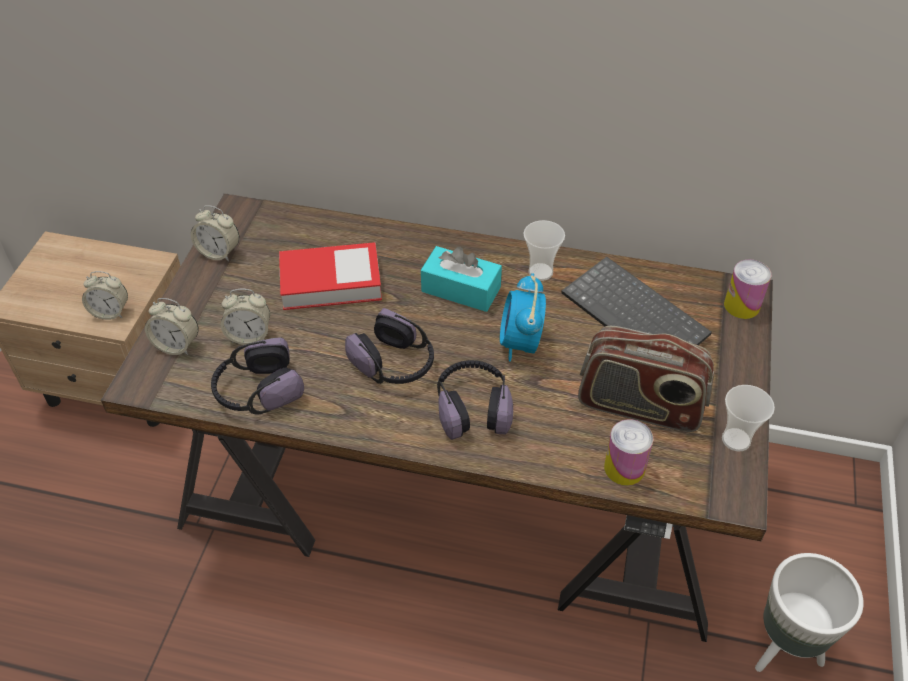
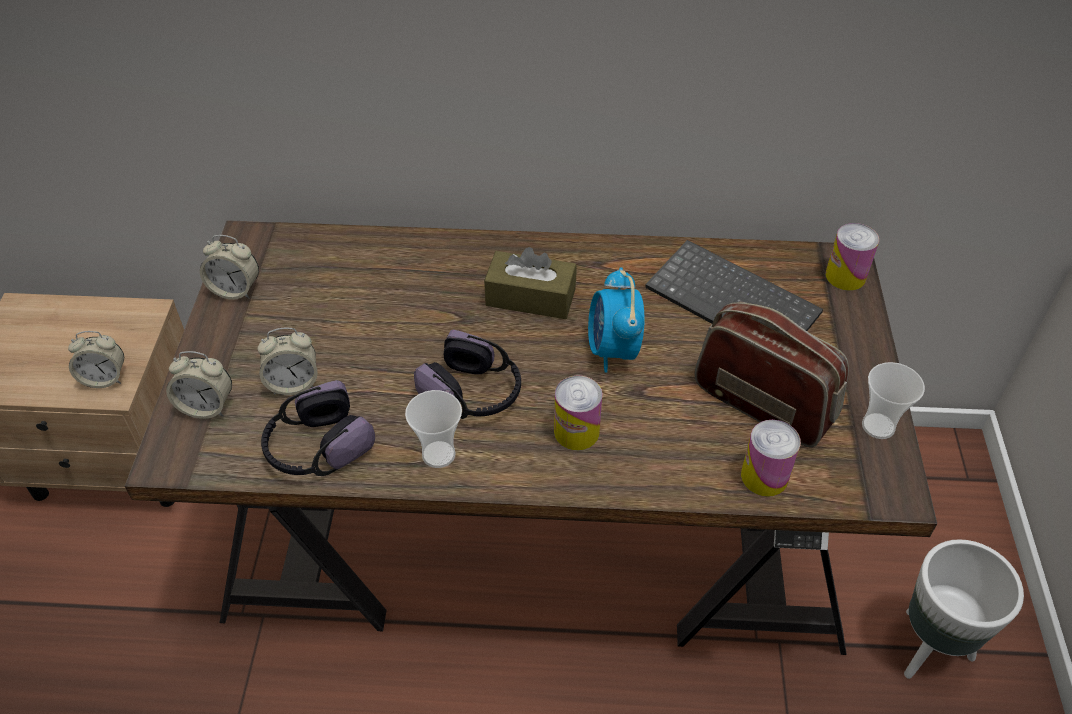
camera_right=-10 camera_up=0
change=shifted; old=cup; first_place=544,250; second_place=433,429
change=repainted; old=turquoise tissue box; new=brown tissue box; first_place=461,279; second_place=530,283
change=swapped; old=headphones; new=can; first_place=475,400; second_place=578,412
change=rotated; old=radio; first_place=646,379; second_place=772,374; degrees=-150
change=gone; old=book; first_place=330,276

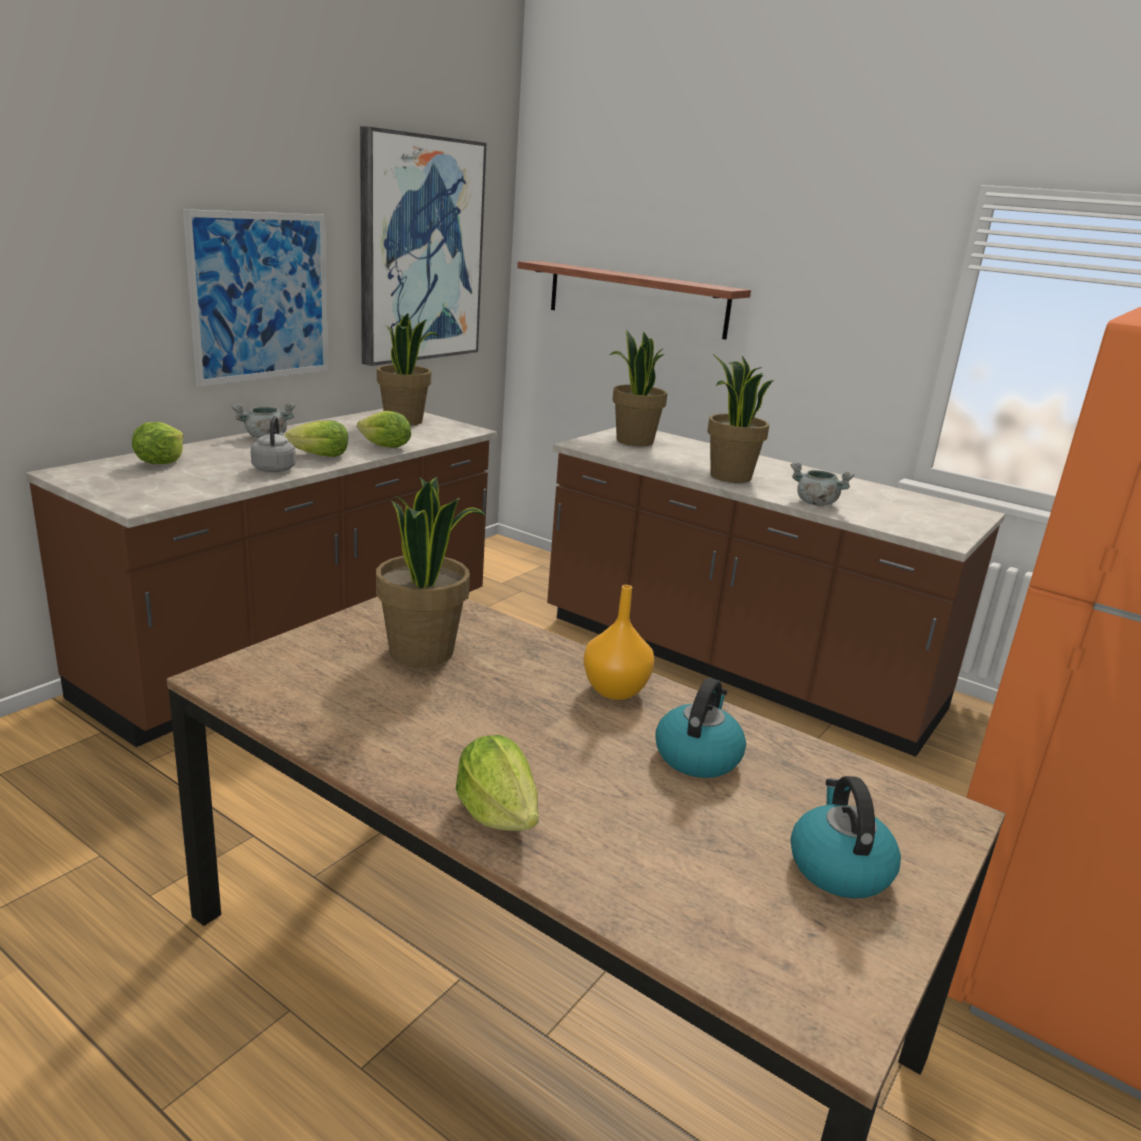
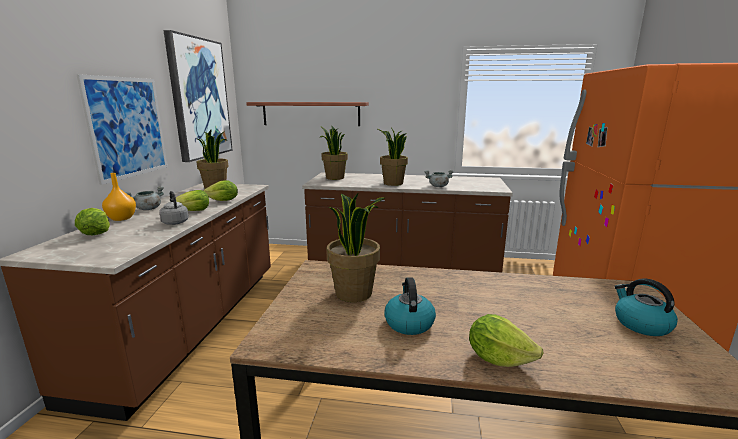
camera_right=-25 camera_up=-5
change=shifted; old=orange vase; first_place=618,642; second_place=119,197
change=shifted; old=kettle; first_place=700,728; second_place=410,306

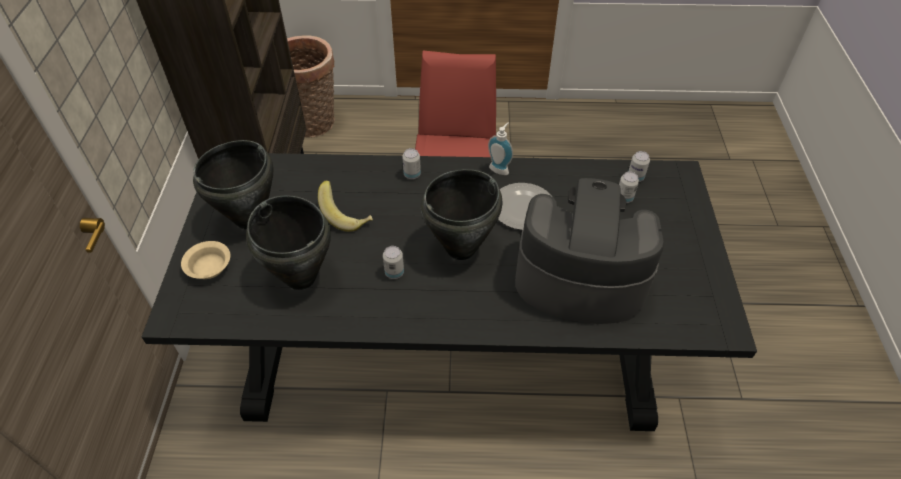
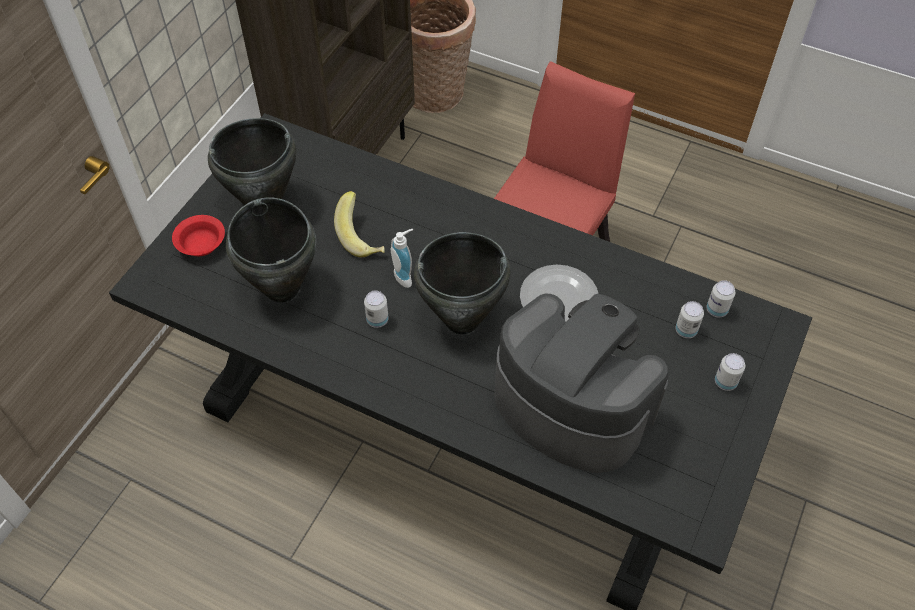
camera_right=25 camera_up=5
change=repainted; old=beige bowl; new=red bowl; first_place=205,260; second_place=198,235
change=shifted; old=soap dispenser; first_place=500,149; second_place=402,258
change=shifted; old=can; first_place=411,163; second_place=730,372

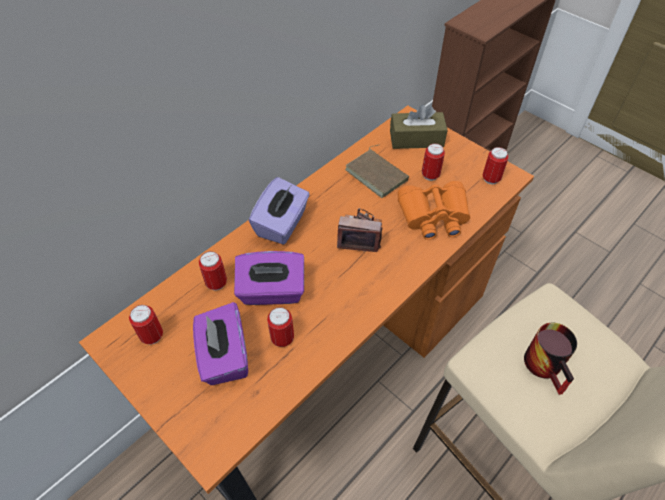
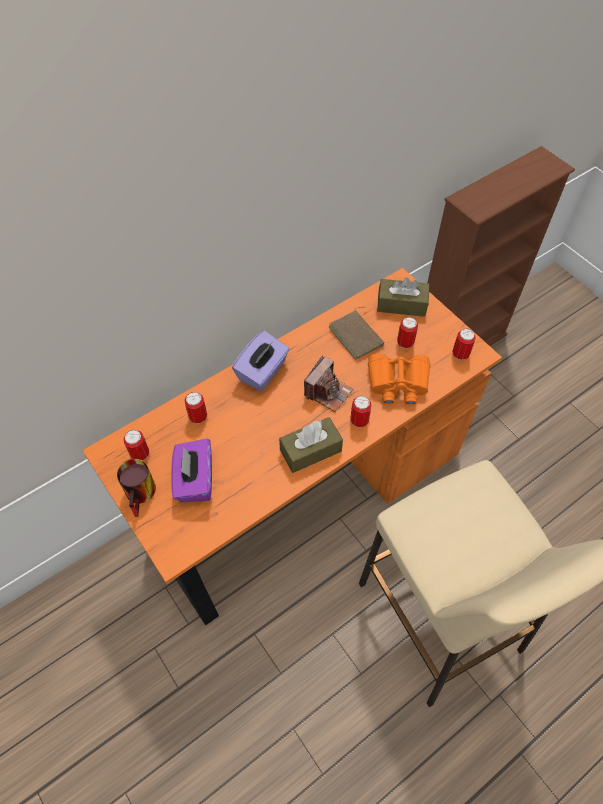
camera_right=10 camera_up=5
change=shifted; old=mug; first_place=550,359; second_place=136,488
change=new; new=brown tissue box; second_place=311,445
change=rotated; old=photo camera; first_place=359,230; second_place=328,383; degrees=105
change=shifted; old=can; first_place=280,327; second_place=360,411
change=gone; old=purple tissue box; first_place=269,278

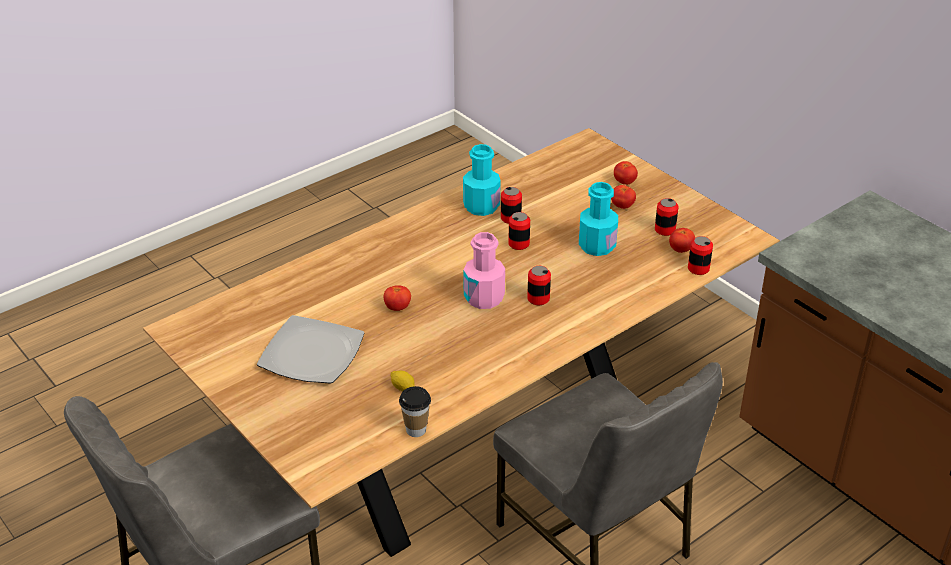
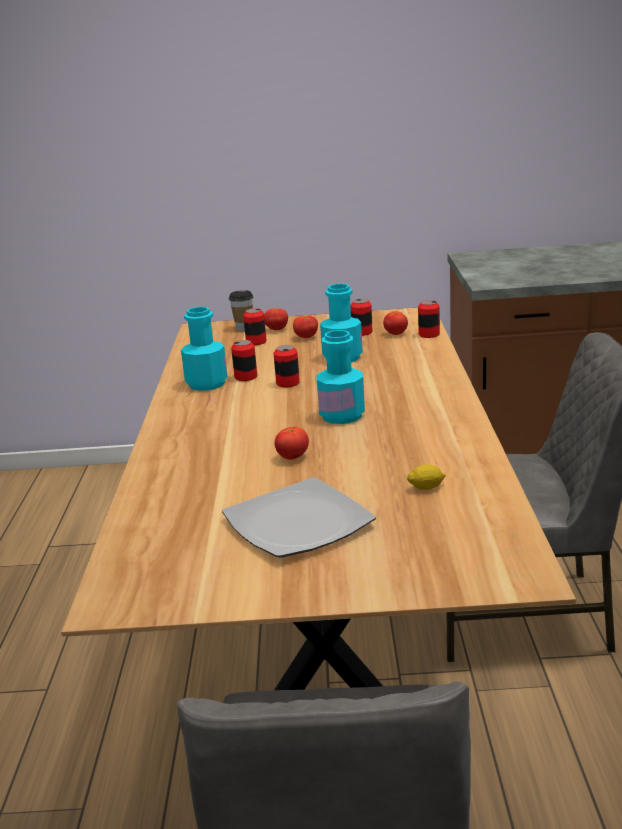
camera_right=-50 camera_up=-15
change=shifted; old=cup; first_place=415,411; second_place=241,310
change=shifted; old=can; first_place=539,285; second_place=255,326
change=repainted; old=pink bottle; new=turquoise bottle; first_place=484,270; second_place=340,377

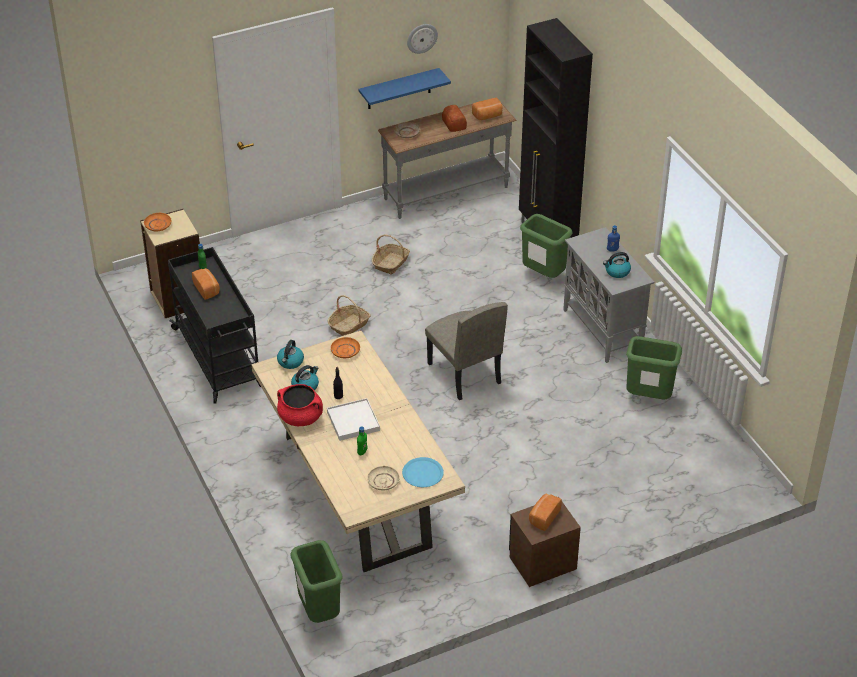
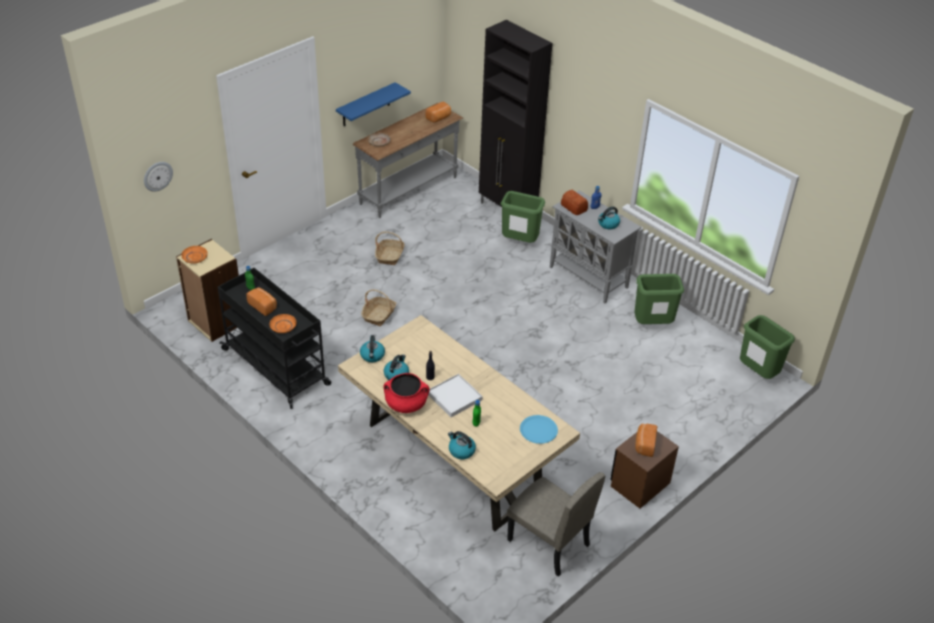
camera_right=-20 camera_up=0
change=shifted; old=wall clock; first_place=422,39; second_place=158,177
change=shifted; old=orange plate; first_place=345,347; second_place=283,323
change=new; new=kettle; second_place=462,445
change=shifted; old=beige chair; first_place=466,351; second_place=556,524
change=shifted; old=bread; first_place=454,118; second_place=574,202
change=shifted; old=green trash can; first_place=316,581; second_place=767,347
change=gone; old=beige plate; first_place=383,478

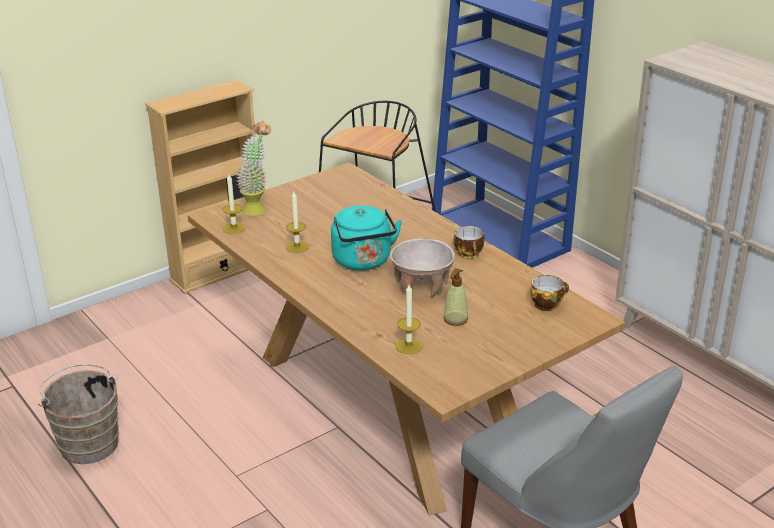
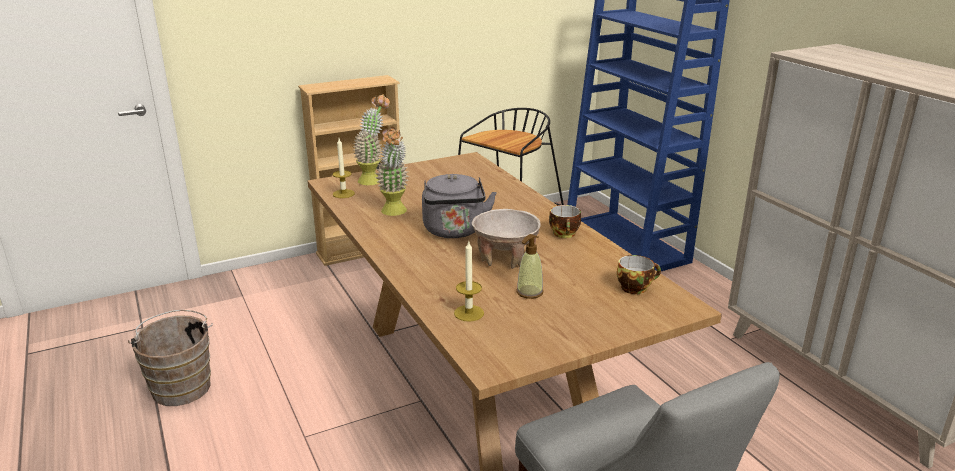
camera_right=10 camera_up=-5
change=swapped; old=candle; new=potted plant; first_place=297,222; second_place=392,171
change=repainted; old=turquoise kettle; new=grey kettle; first_place=366,238; second_place=459,206

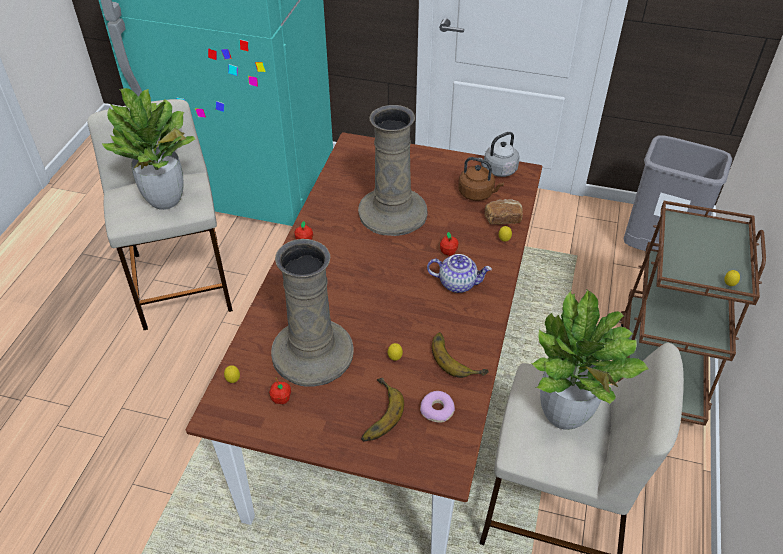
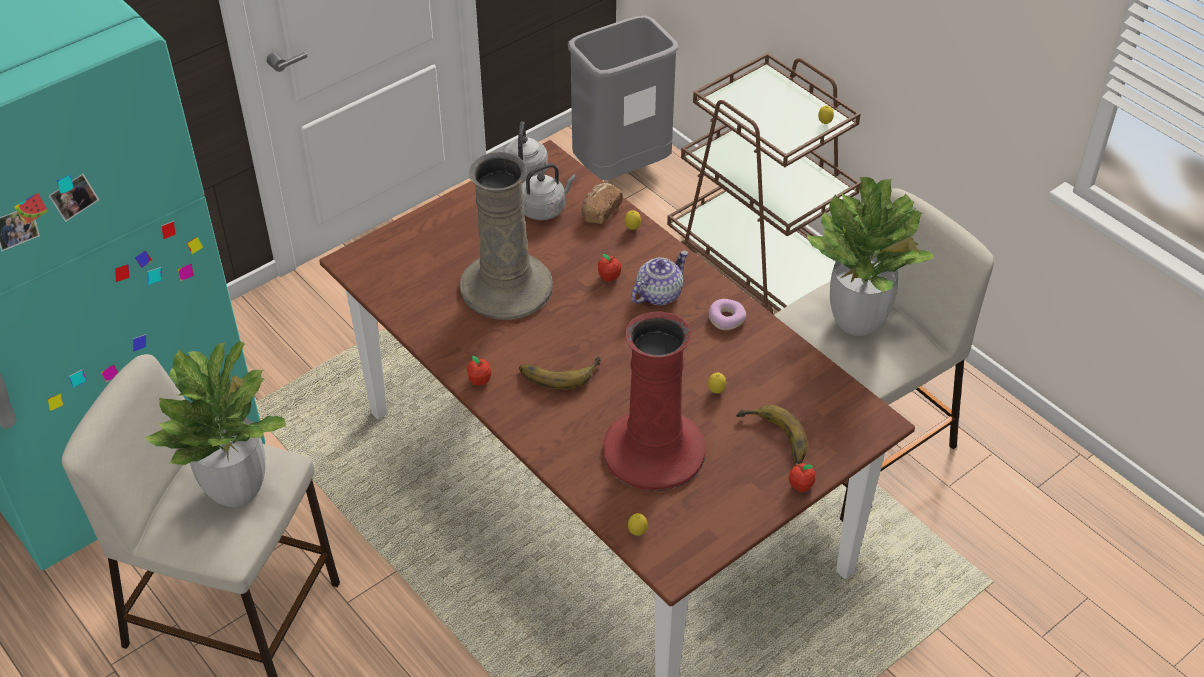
camera_right=-55 camera_up=0
change=shifted; old=banana; first_place=460,355; second_place=560,373
change=repainted; old=brown kettle; new=grey kettle; first_place=481,179; second_place=549,191
change=repainted; old=beige vase; new=red vase; first_place=312,313; second_place=654,401
change=shifted; old=donut; first_place=437,407; second_place=727,314
change=shifted; old=apple; first_place=280,391; second_place=802,478

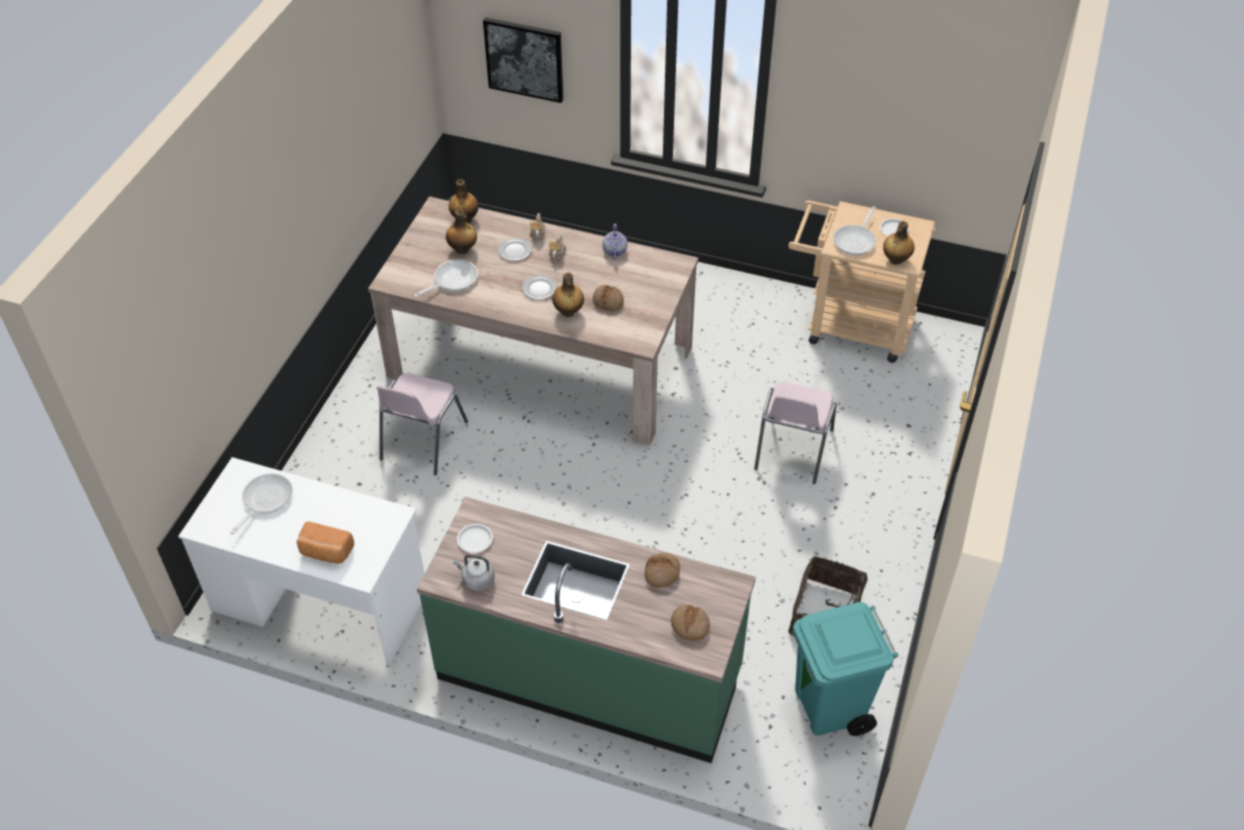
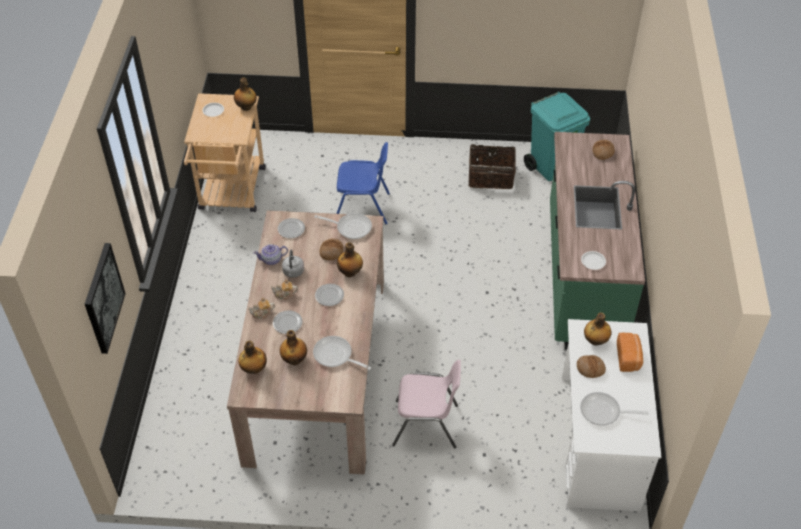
camera_right=-105 camera_up=0
change=new; new=plate; second_place=291,228
change=shifted; old=grey kettle; first_place=474,572; second_place=293,264
change=shifted; old=frying pan; first_place=854,230; second_place=343,226
change=repainted; old=pink chair; new=blue chair; first_place=795,433; second_place=363,183
change=shifted; old=bread; first_place=662,570; second_place=591,366
change=new; new=bottle; second_place=597,328

